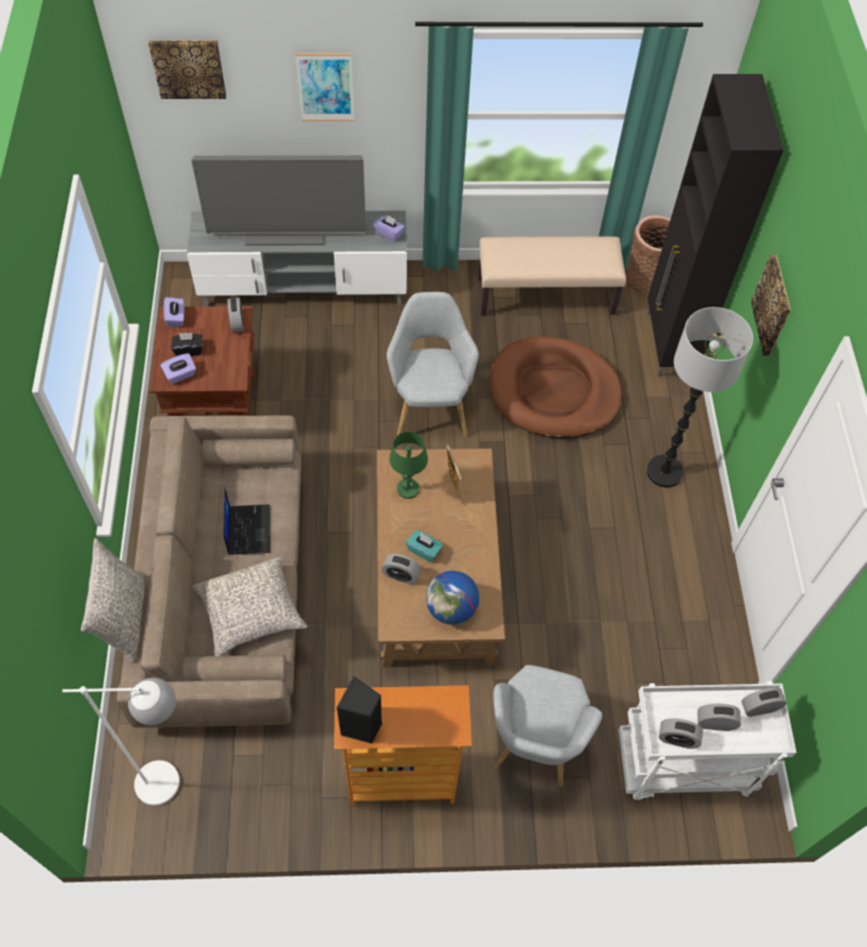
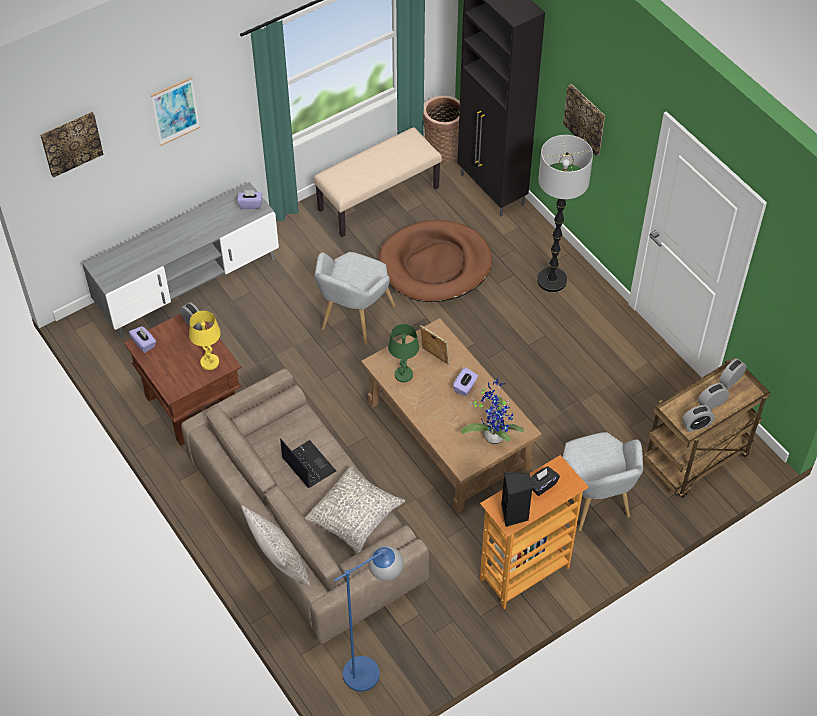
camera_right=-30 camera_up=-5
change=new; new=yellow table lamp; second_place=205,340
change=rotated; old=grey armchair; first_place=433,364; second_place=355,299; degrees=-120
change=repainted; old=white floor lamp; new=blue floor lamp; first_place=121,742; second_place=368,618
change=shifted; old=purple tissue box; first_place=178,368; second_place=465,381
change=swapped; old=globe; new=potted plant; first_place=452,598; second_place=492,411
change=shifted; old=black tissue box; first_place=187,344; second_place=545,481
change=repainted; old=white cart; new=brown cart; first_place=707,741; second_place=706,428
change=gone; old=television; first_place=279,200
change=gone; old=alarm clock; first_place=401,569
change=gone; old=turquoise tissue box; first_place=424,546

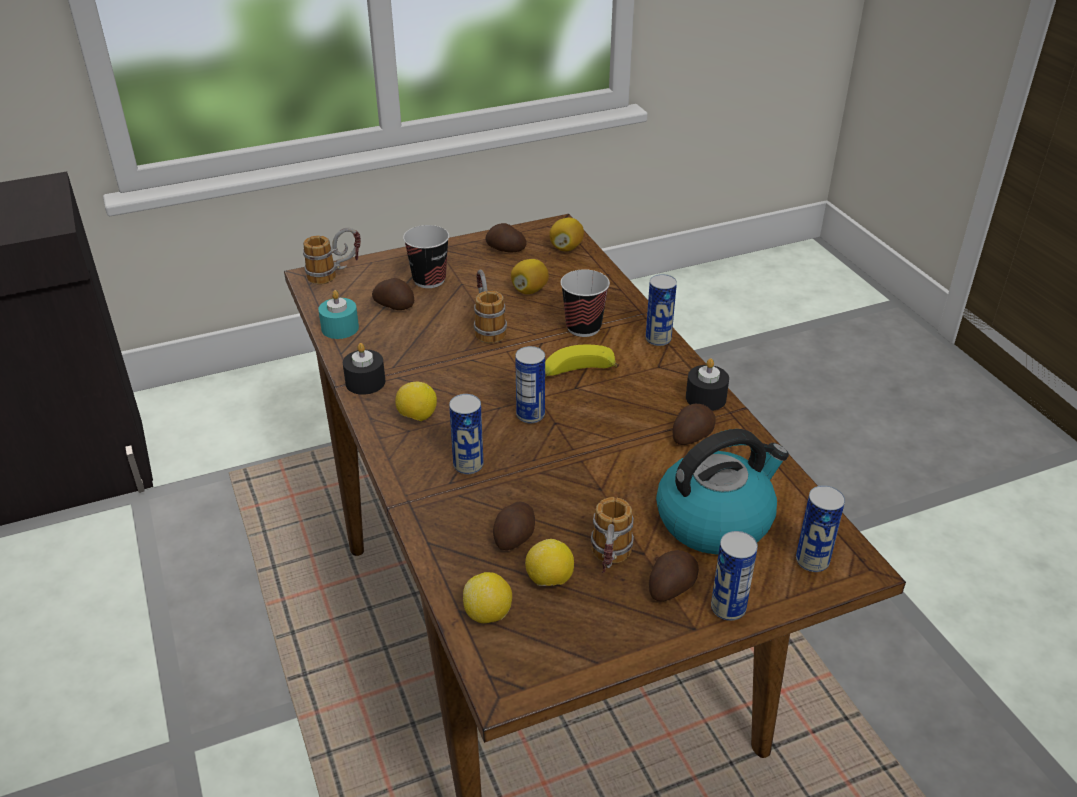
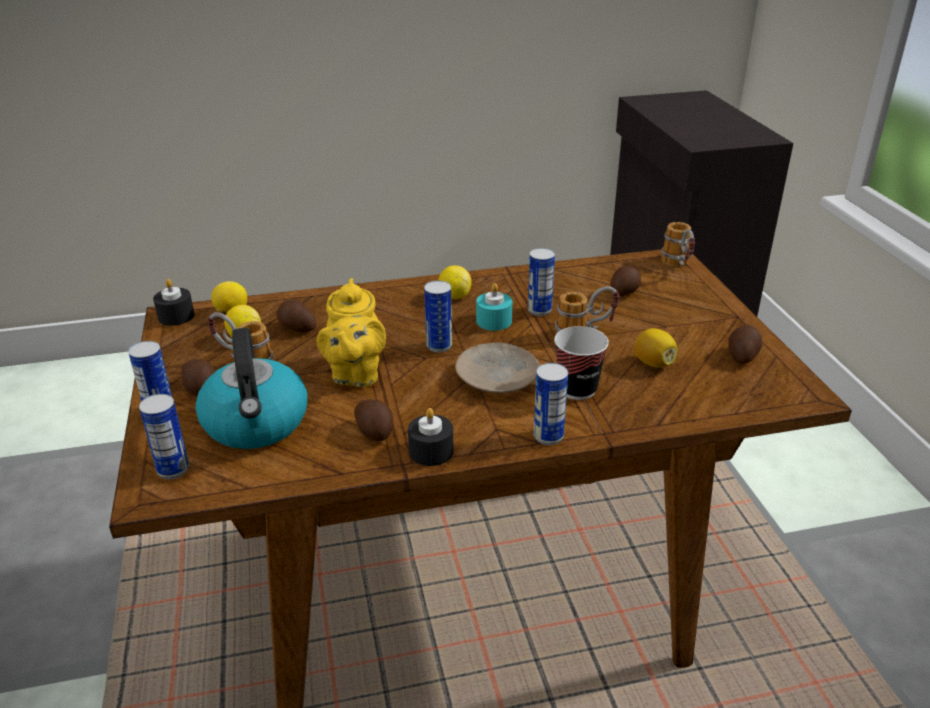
camera_right=100 camera_up=-5
change=shifted; old=black candle; first_place=364,369; second_place=174,302
change=new; new=yellow teapot; second_place=351,332
change=swapped; old=banana; new=beige plate; first_place=582,360; second_place=497,368
change=shifted; old=turquoise candle; first_place=338,314; second_place=494,307
change=shifted; old=can; first_place=466,434; second_place=541,282
change=gone; old=cup; first_place=426,256
change=gone; old=lemon; first_place=566,234

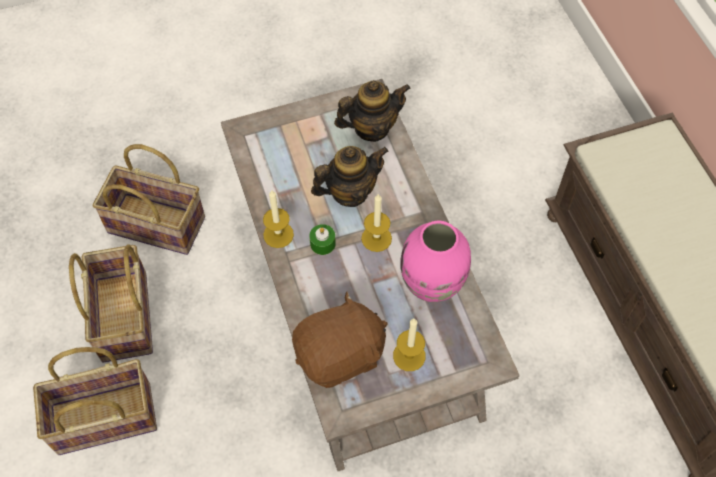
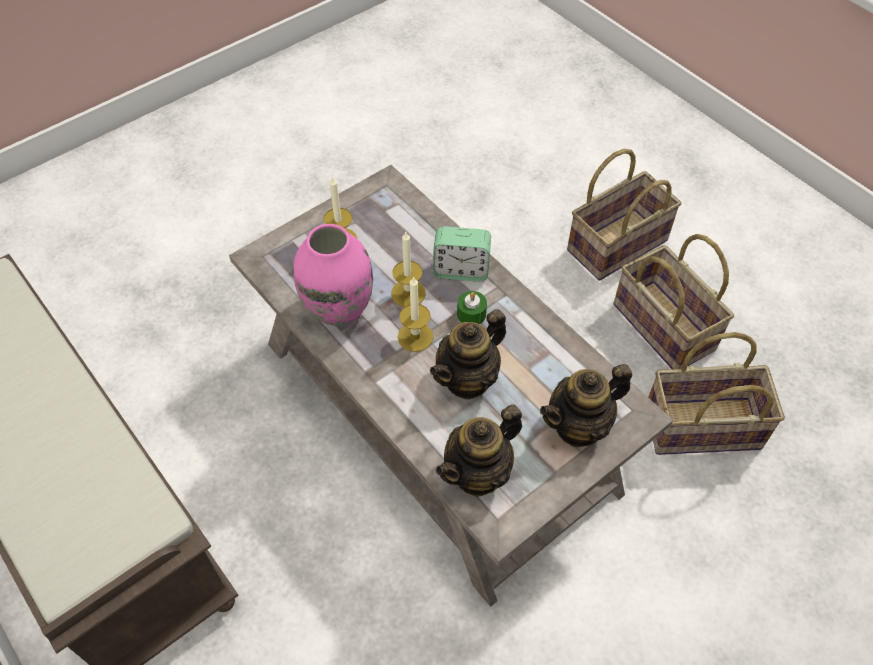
camera_right=160 camera_up=-5
change=shifted; old=candle; first_place=278,219; second_place=408,269
change=new; new=alarm clock; second_place=462,254
change=new; new=teapot; second_place=586,405
change=gone; old=brown plush toy; first_place=339,340

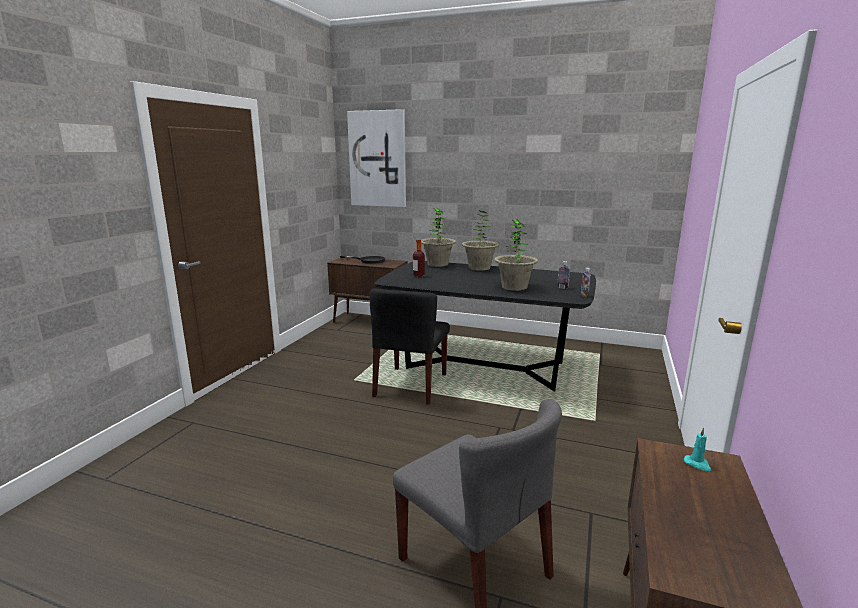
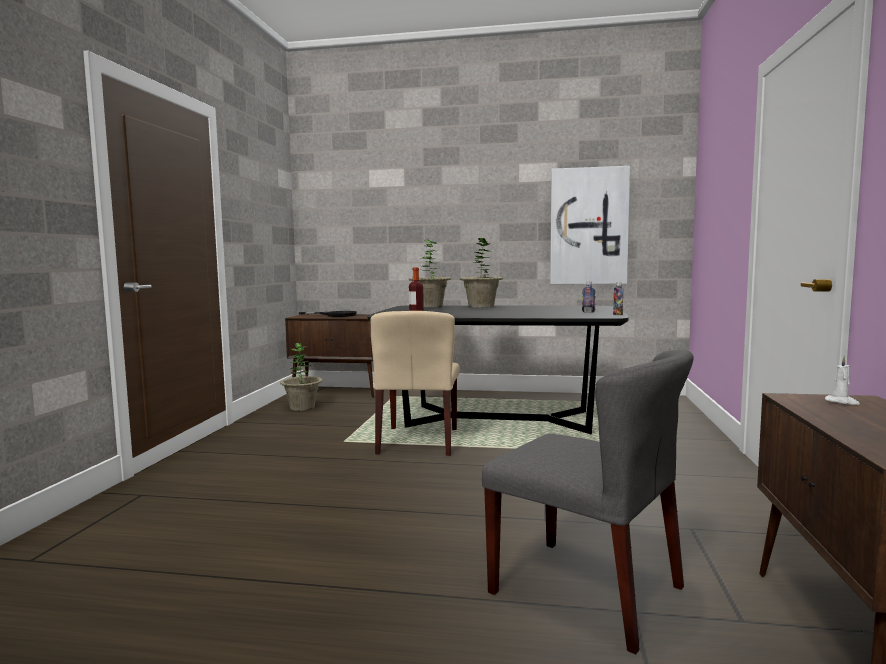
camera_right=-10 camera_up=-10
change=shifted; old=potted plant; first_place=516,255; second_place=301,377
change=repainted; old=black chair; new=beige chair; first_place=410,346; second_place=415,383
change=shifted; old=picture; first_place=376,158; second_place=590,225
change=repainted; old=turquoise candle; new=white candle; first_place=697,449; second_place=842,380

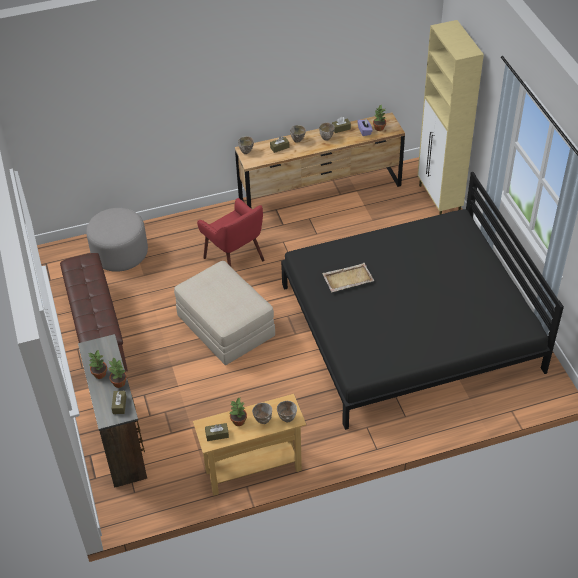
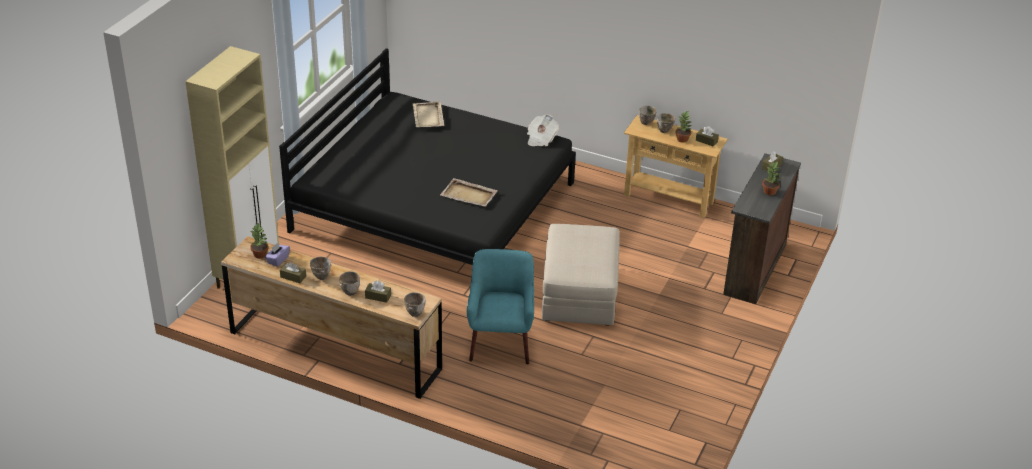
camera_right=-140 camera_up=-10
change=new; new=beige tray; second_place=428,114
change=repainted; old=red armchair; new=turquoise armchair; first_place=231,232; second_place=500,306
change=new; new=newspaper; second_place=543,130
change=gone; old=brown bench; first_place=94,312
change=gone; old=grey ottoman; first_place=117,240
change=gone; old=potted plant; first_place=117,372

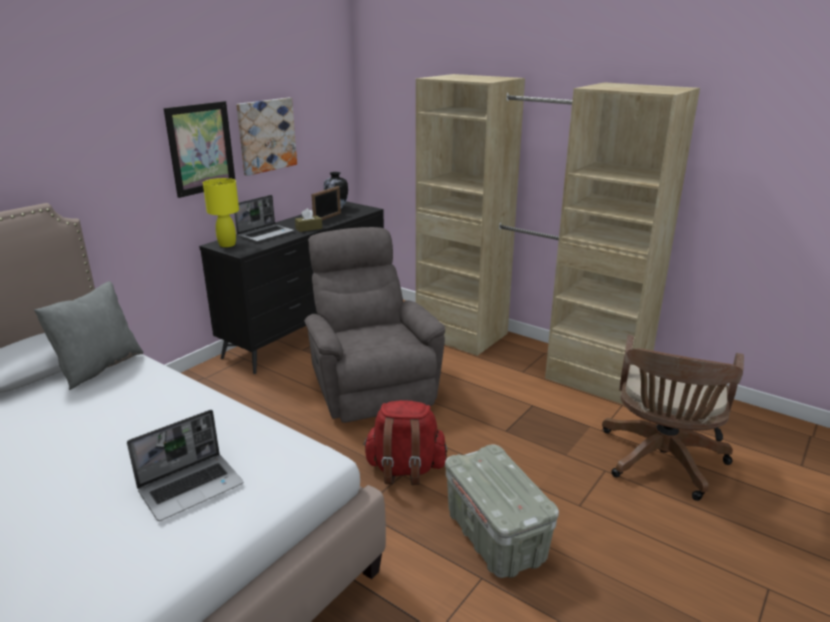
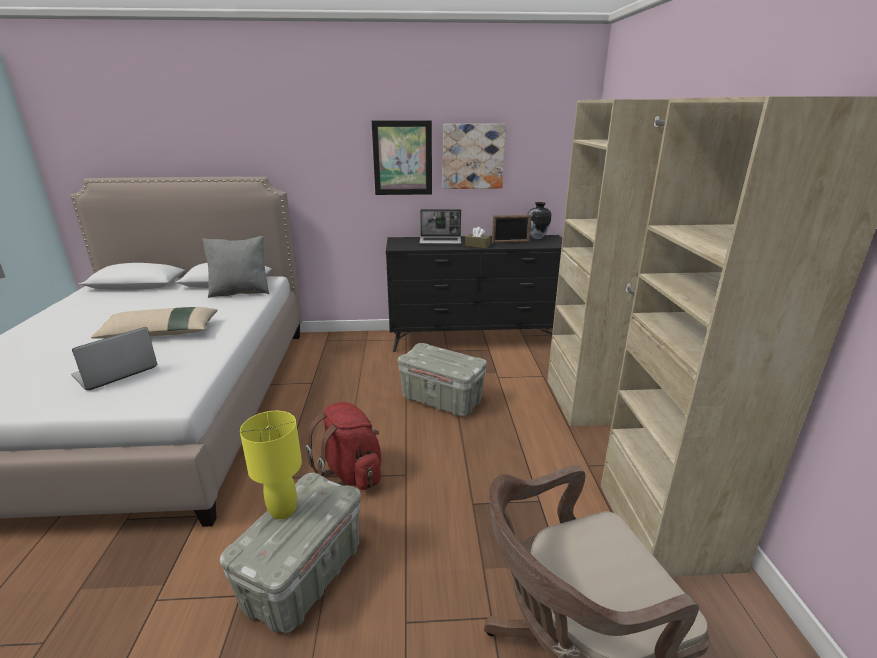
camera_right=50 camera_up=0
change=rotated; old=laptop; first_place=185,465; second_place=114,358; degrees=120
change=new; new=beige pillow; second_place=154,322
change=shifted; old=yellow table lamp; first_place=221,212; second_place=271,465
change=swapped; old=grey armchair; new=grey storage box; first_place=374,325; second_place=442,379

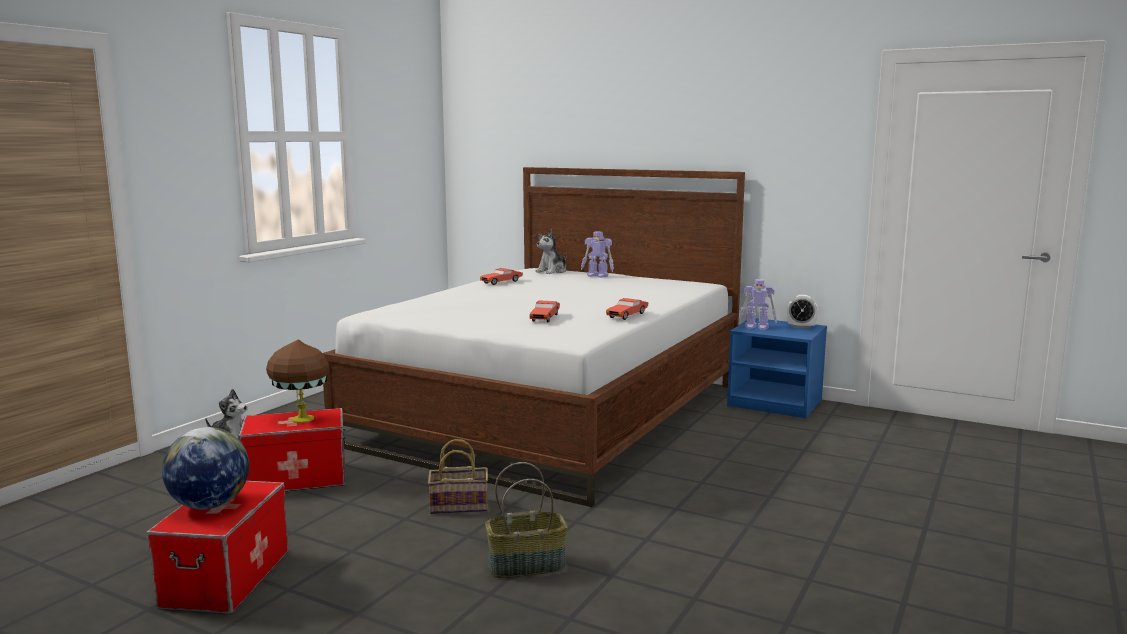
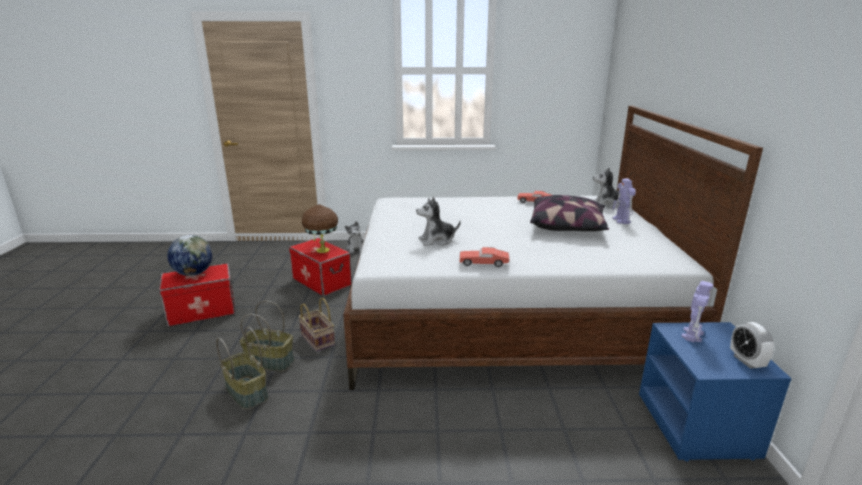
camera_right=60 camera_up=10
change=new; new=basket; second_place=267,336
change=swapped; old=red toy car; new=plush toy; first_place=545,311; second_place=438,221
change=new; new=pillow; second_place=569,213
change=rotated; old=toy robot; first_place=757,304; second_place=697,311; degrees=-135

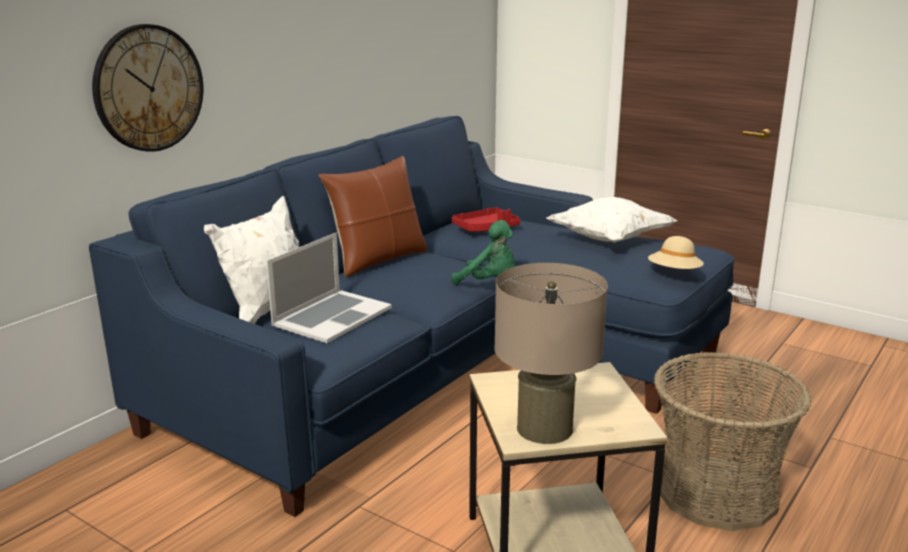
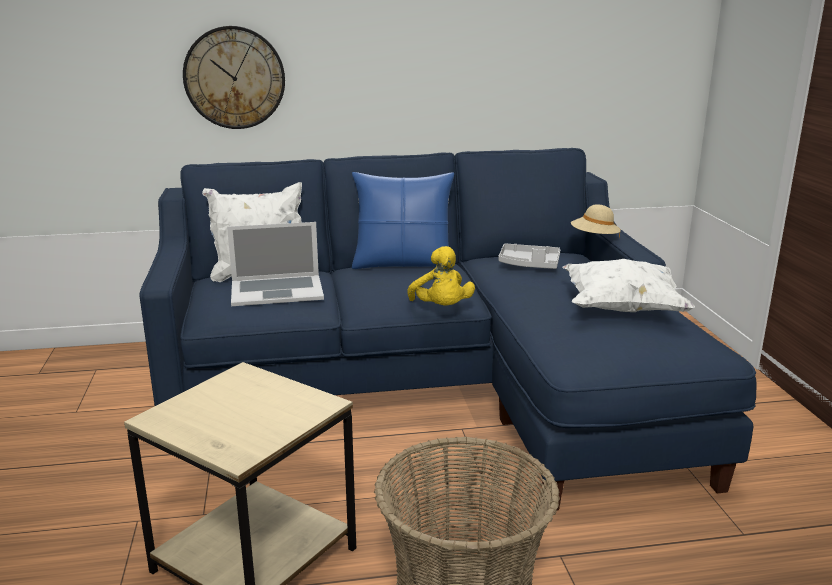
camera_right=45 camera_up=0
change=repainted; old=brown pillow; new=blue pillow; first_place=373,216; second_place=403,220
change=repainted; old=green plush toy; new=yellow plush toy; first_place=483,252; second_place=441,276
change=repainted; old=red tray; new=grey tray; first_place=486,219; second_place=529,256
change=shifted; old=beige hat; first_place=676,252; second_place=596,221
change=gone; old=beige table lamp; first_place=551,353

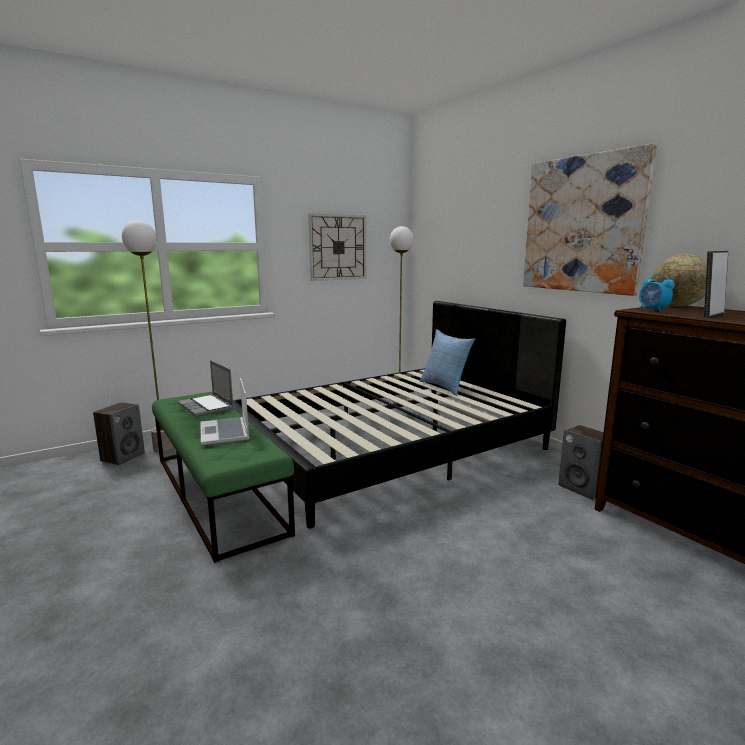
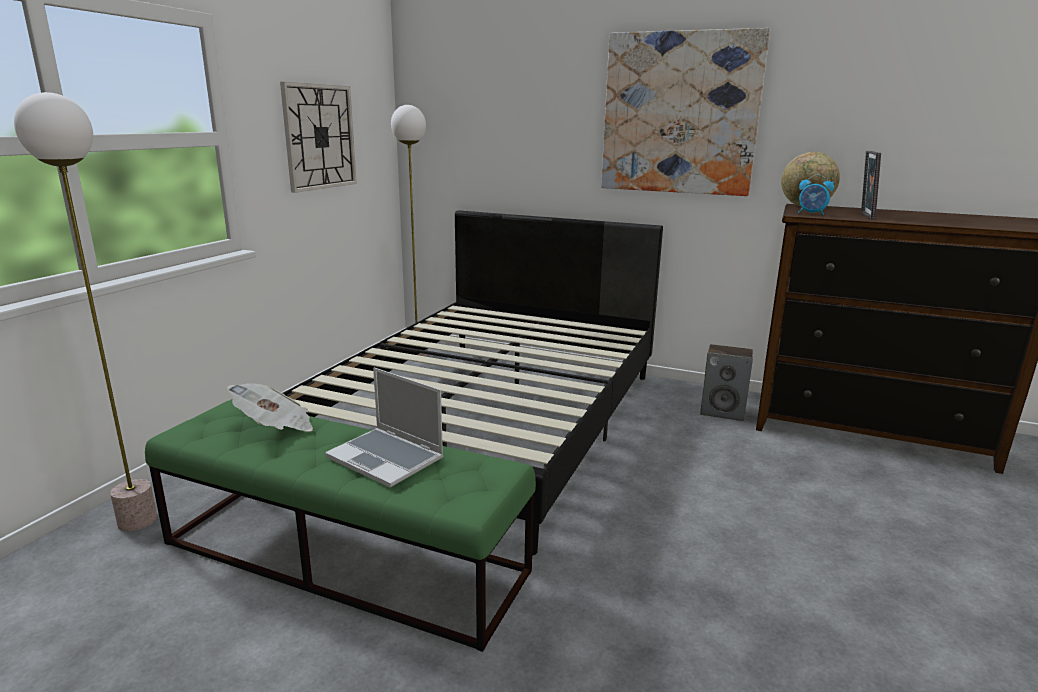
camera_right=-35 camera_up=5
change=swapped; old=laptop; new=newspaper; first_place=206,388; second_place=270,407
change=gone; old=speaker; first_place=119,433
change=gone; old=pillow; first_place=447,362

